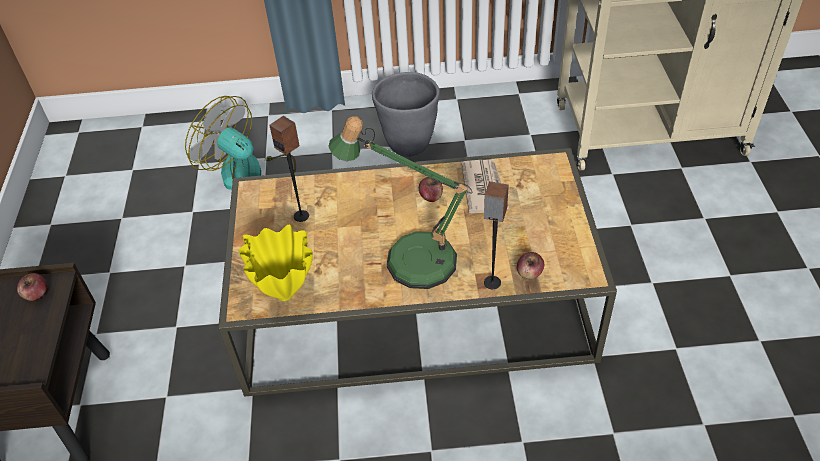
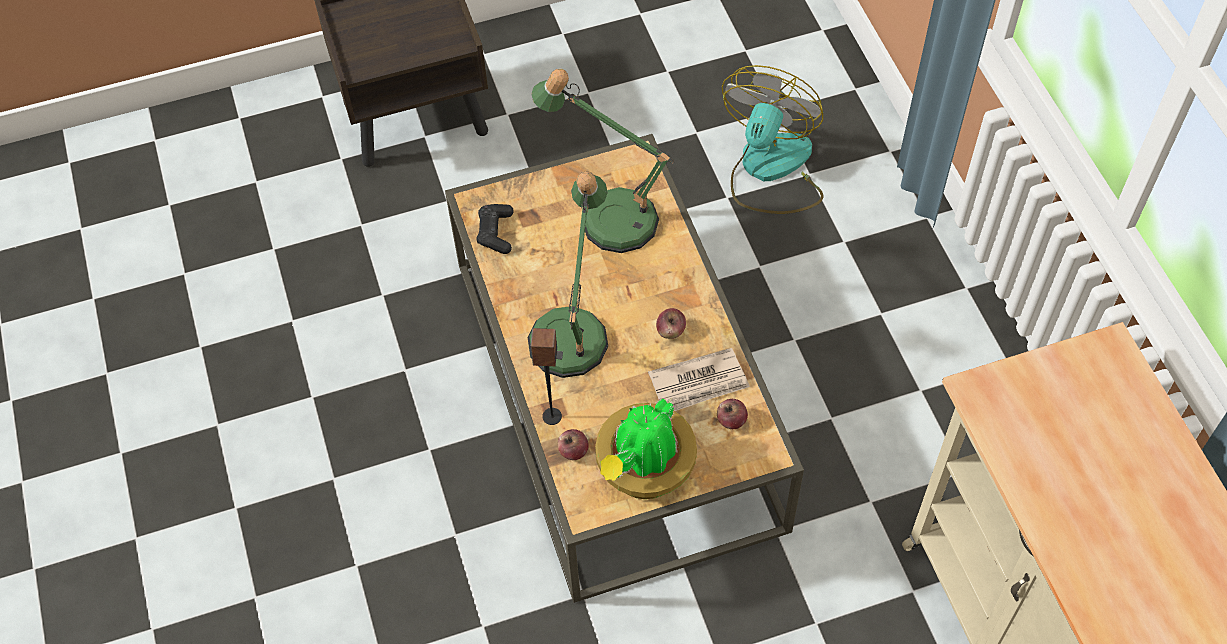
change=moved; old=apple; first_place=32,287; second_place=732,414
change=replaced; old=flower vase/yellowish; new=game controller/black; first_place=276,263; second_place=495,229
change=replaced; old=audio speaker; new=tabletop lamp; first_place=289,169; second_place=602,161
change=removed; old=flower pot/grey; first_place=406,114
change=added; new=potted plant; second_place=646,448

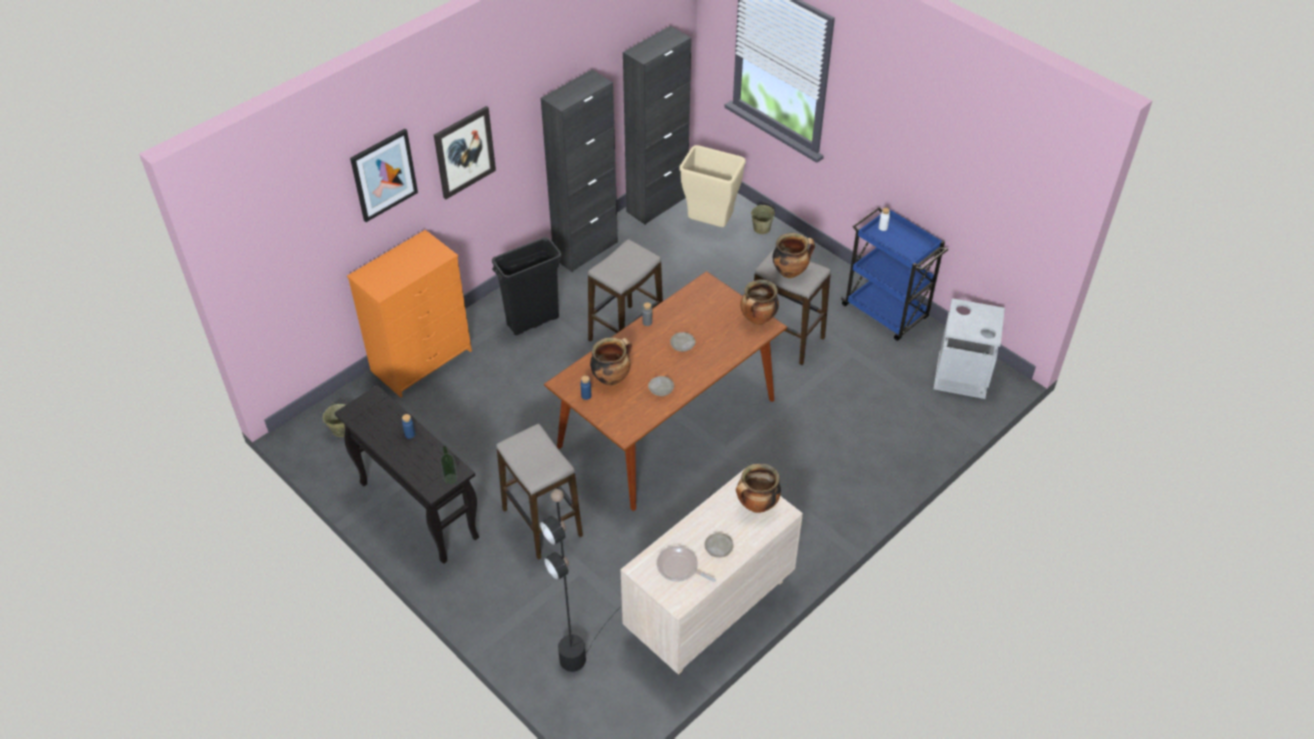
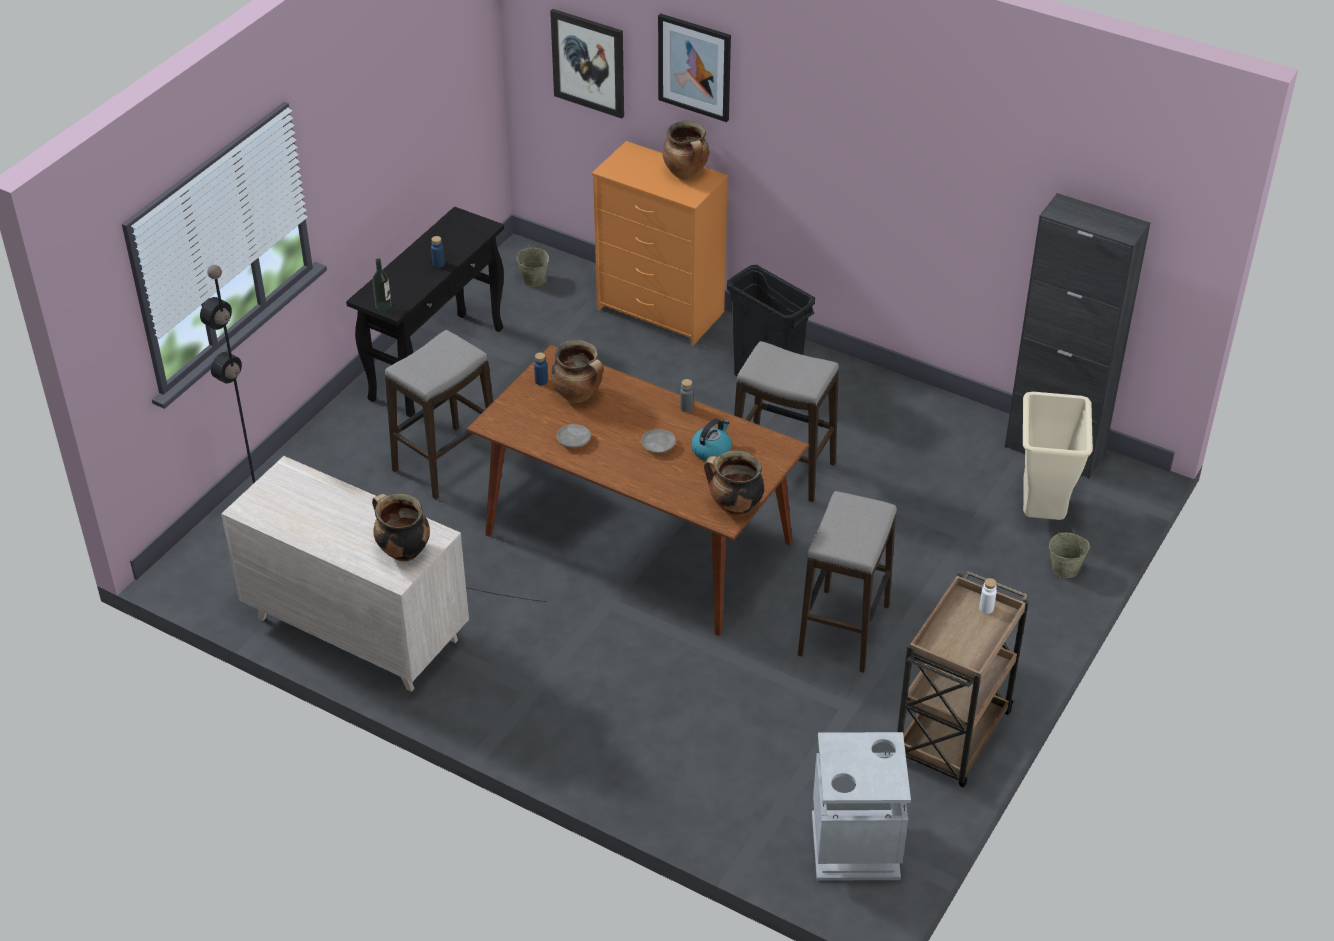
change=moved; old=picture; first_place=465,152; second_place=587,64
change=removed; old=cupboard/black; first_place=579,171
change=removed; old=skillet; first_place=686,564
change=removed; old=plate/sand-coloured; first_place=719,545
change=moved; old=cooking pot; first_place=794,255; second_place=685,150
change=recoloured; old=cart/bluish; new=cart/brown; first_place=894,274; second_place=963,679
change=added; new=tea kettle; second_place=711,440

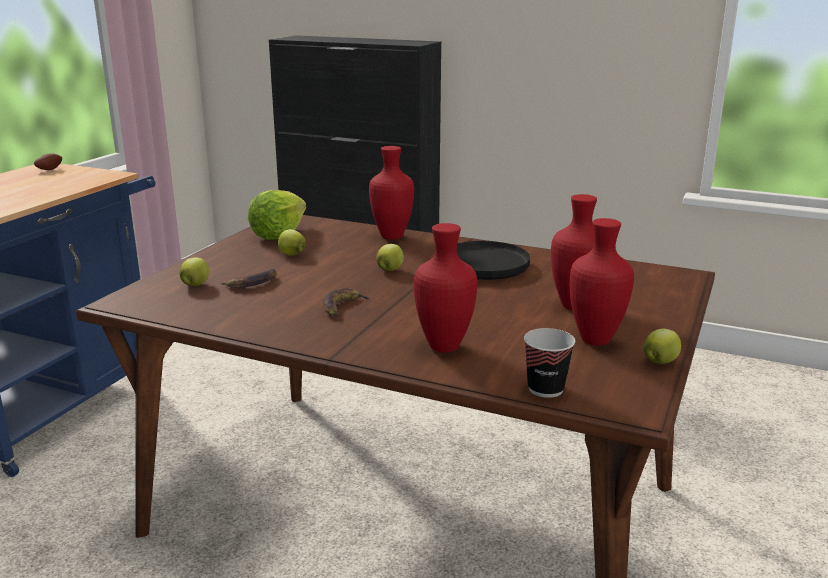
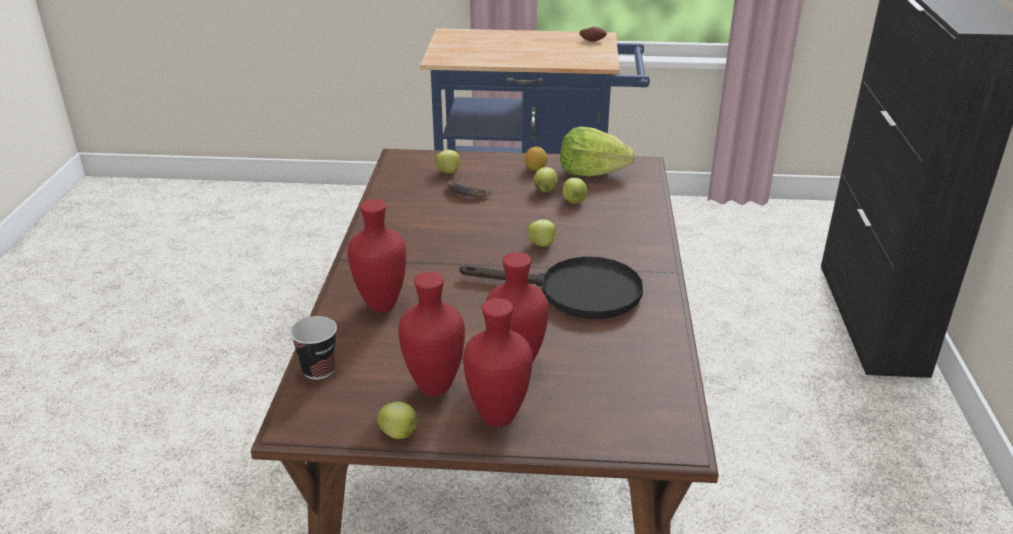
change=removed; old=whole banana; first_place=347,302
change=moved; old=flower vase/red; first_place=391,193; second_place=497,362
change=added; new=whole lemon; second_place=536,159
change=added; new=apple; second_place=575,191

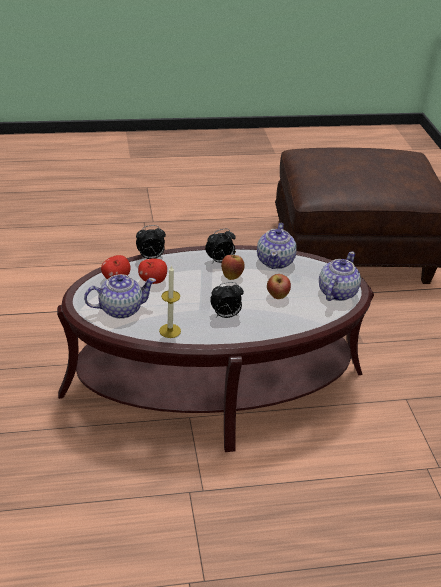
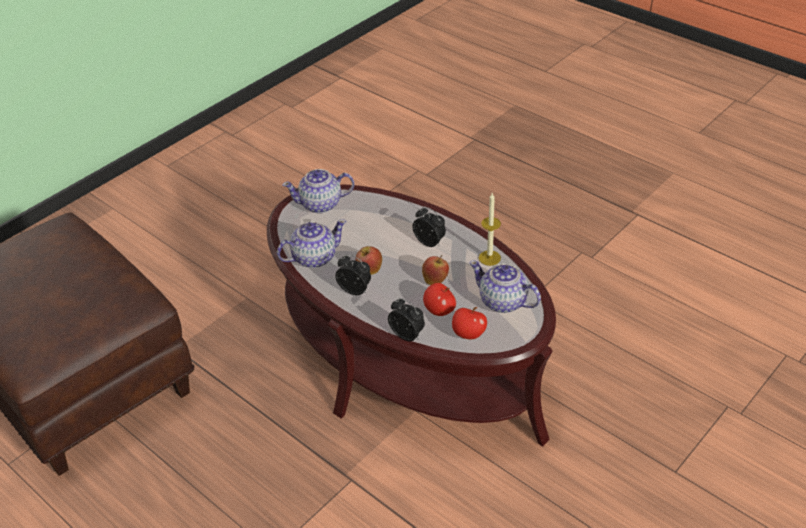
change=moved; old=apple; first_place=279,286; second_place=435,270

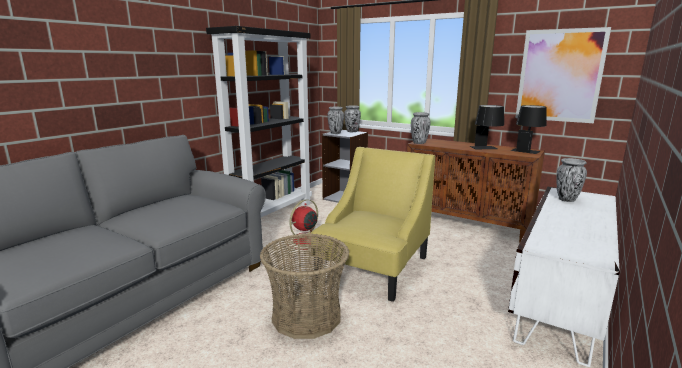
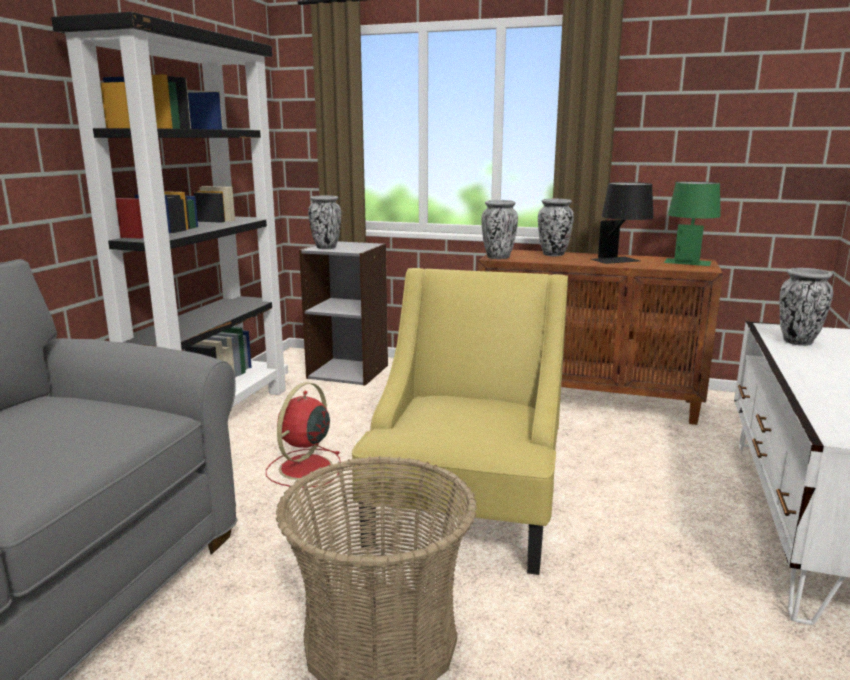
change=moved; old=flower vase; first_place=352,118; second_place=556,227
change=recoloured; old=tabletop lamp/black; new=tabletop lamp/green-coloured; first_place=529,129; second_place=692,223
change=removed; old=picture; first_place=563,75

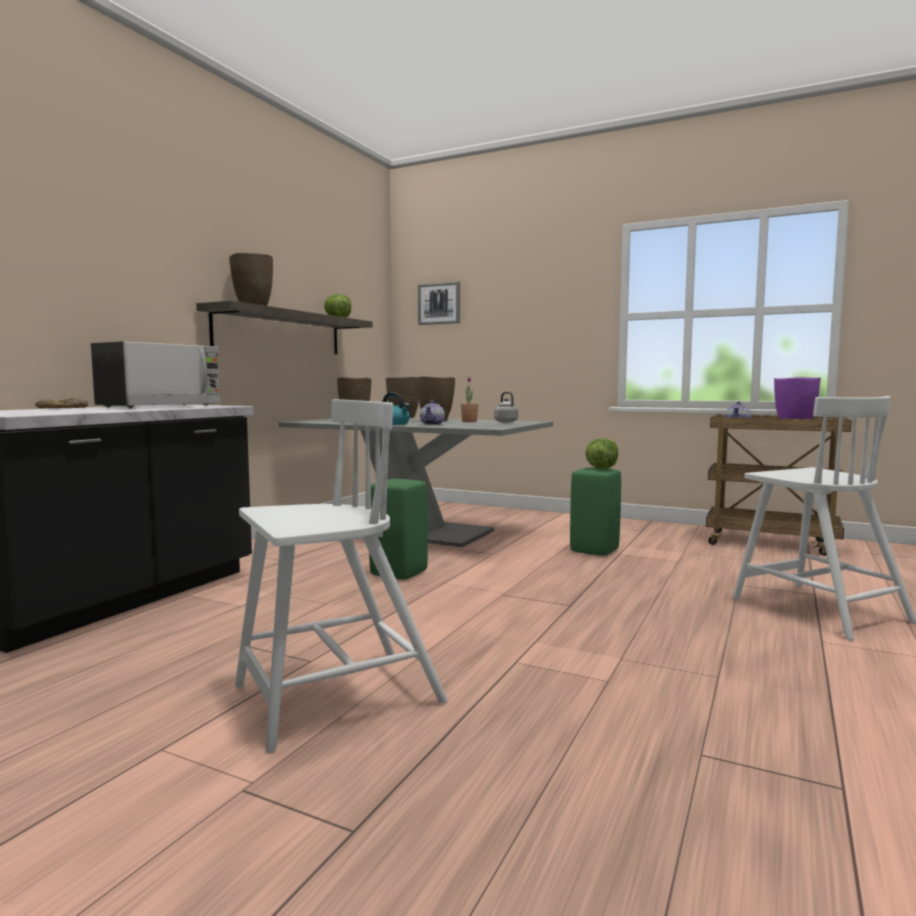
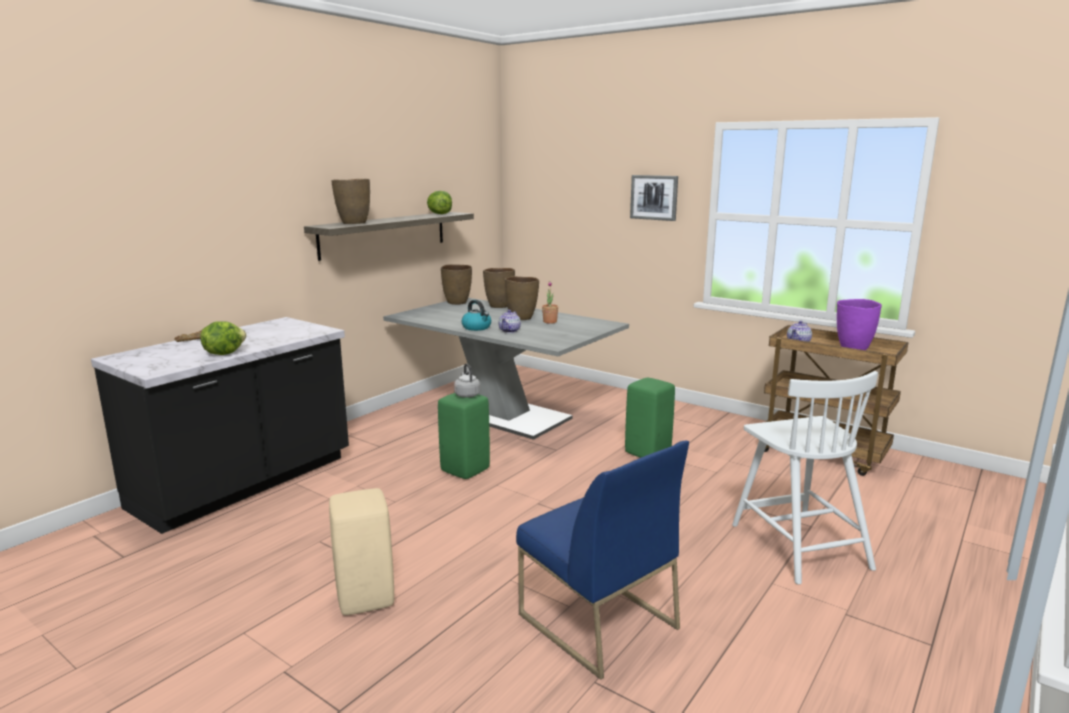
change=removed; old=microwave; first_place=156,374
change=replaced; old=plain chair/whitish; new=stool/sand-coloured; first_place=341,575; second_place=361,551
change=moved; old=picture; first_place=439,303; second_place=654,198
change=moved; old=tea kettle/grey; first_place=506,407; second_place=467,381
change=moved; old=lettuce; first_place=601,453; second_place=223,338
change=added; new=plain chair/bluish; second_place=602,560

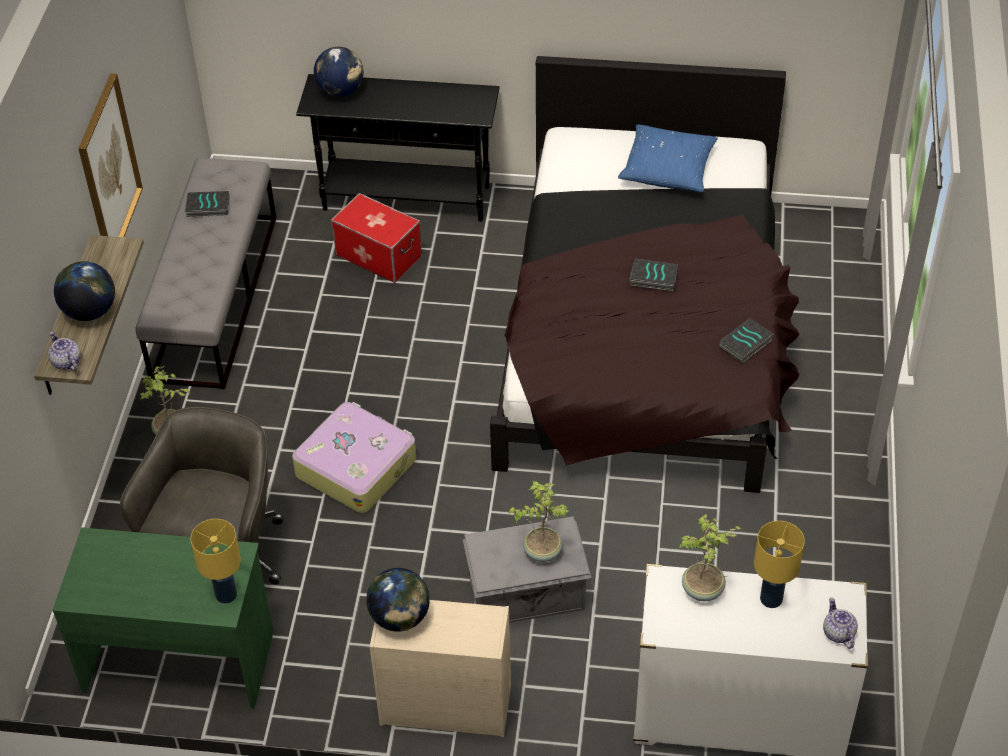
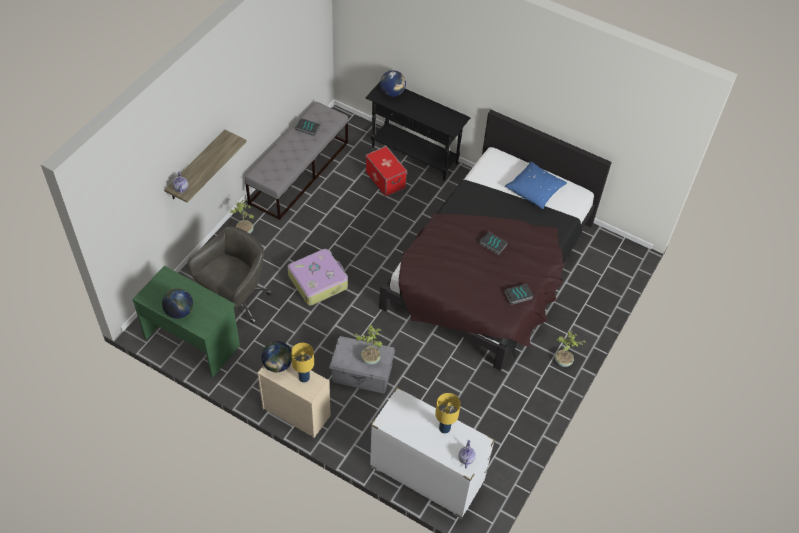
change=moved; old=globe; first_place=84,291; second_place=177,303
change=removed; old=picture; first_place=110,155
change=moved; old=tabletop lamp/yellowish; first_place=215,561; second_place=302,363
change=moved; old=potted plant; first_place=710,557; second_place=570,349

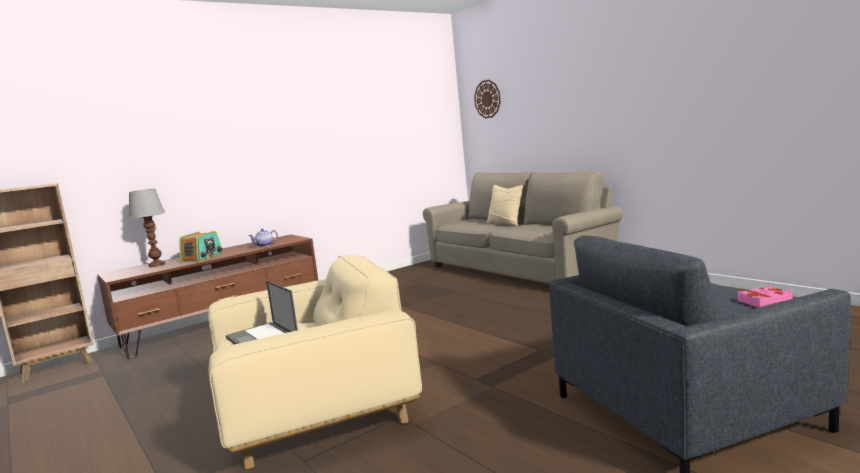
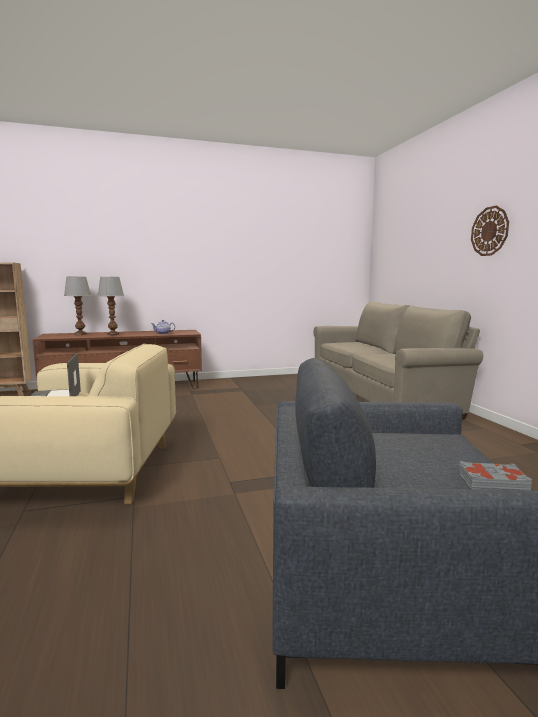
change=replaced; old=radio set; new=tabletop lamp; first_place=201,246; second_place=111,306
change=moved; old=clock on the wall; first_place=487,99; second_place=490,231
change=removed; old=throw pillow/sand-coloured; first_place=505,205
change=recoloured; old=volume/pink-coloured; new=volume/grey; first_place=765,296; second_place=495,475

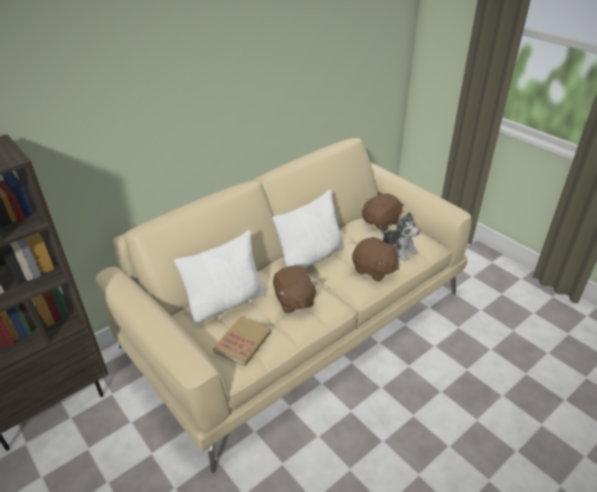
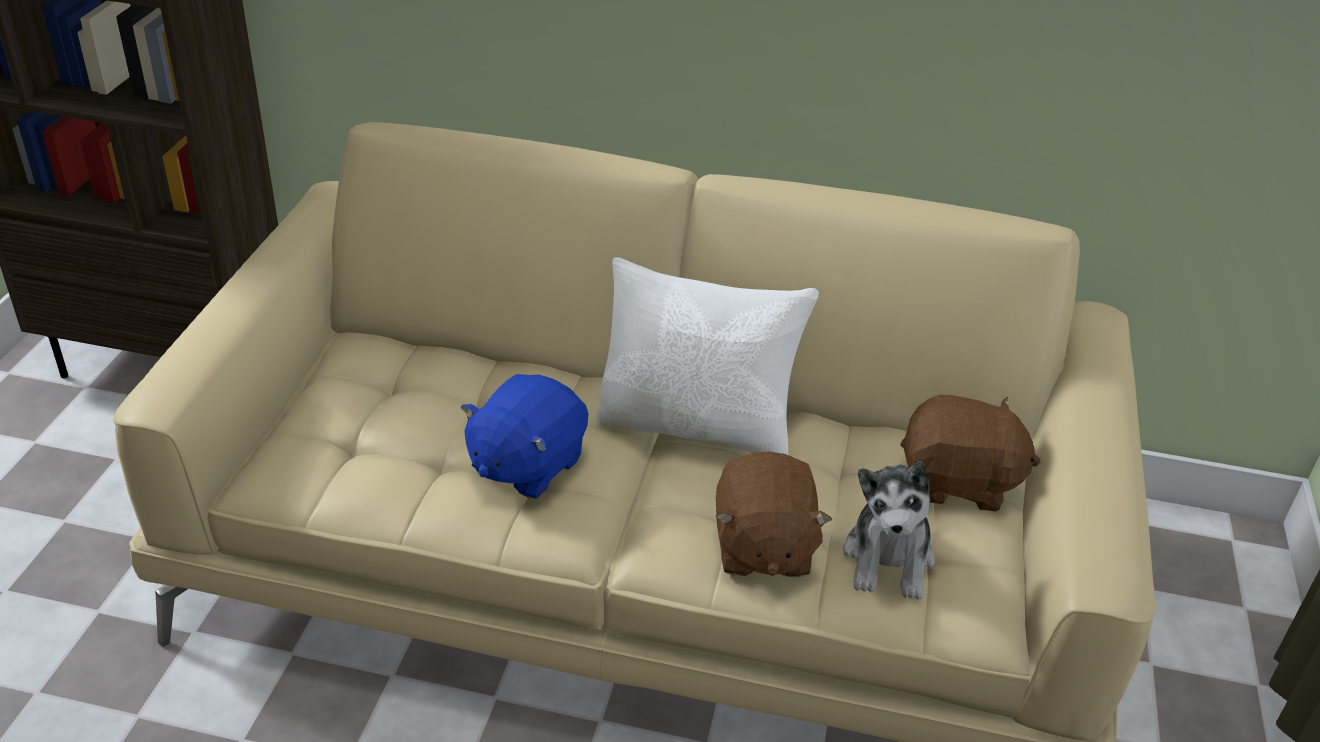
change=removed; old=throw pillow/whitish; first_place=220,277
change=removed; old=volume; first_place=242,341
change=recoloured; old=plush toy/brown; new=plush toy/bluish; first_place=295,289; second_place=524,436

